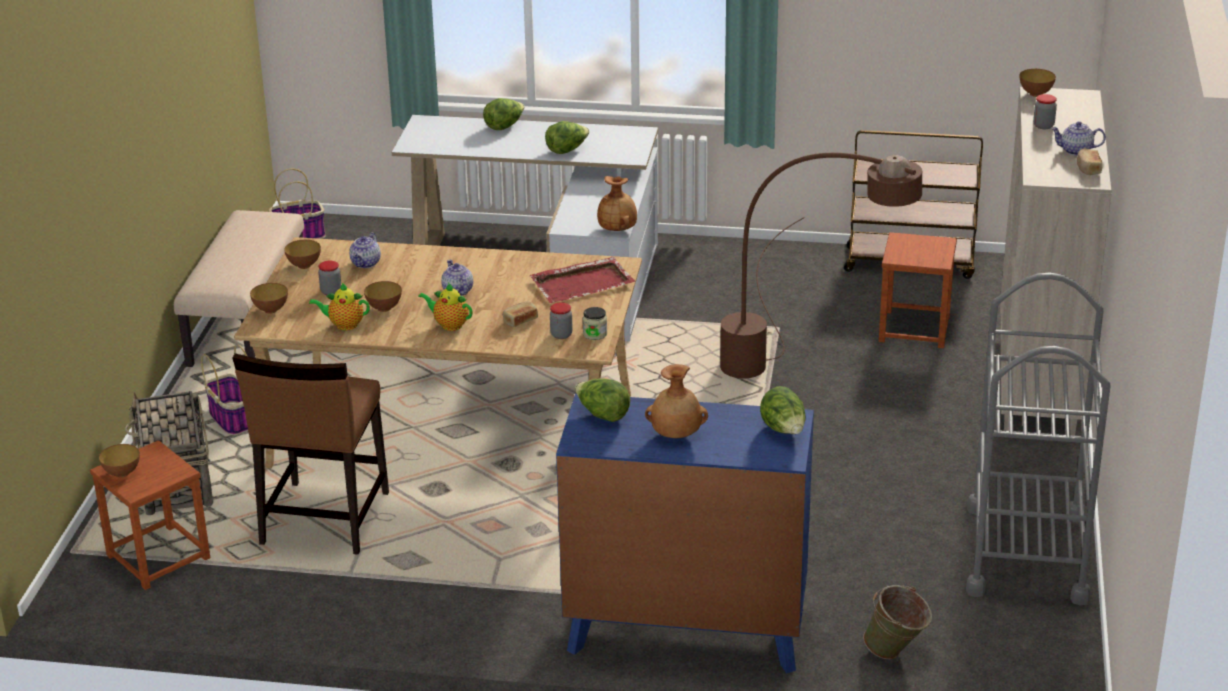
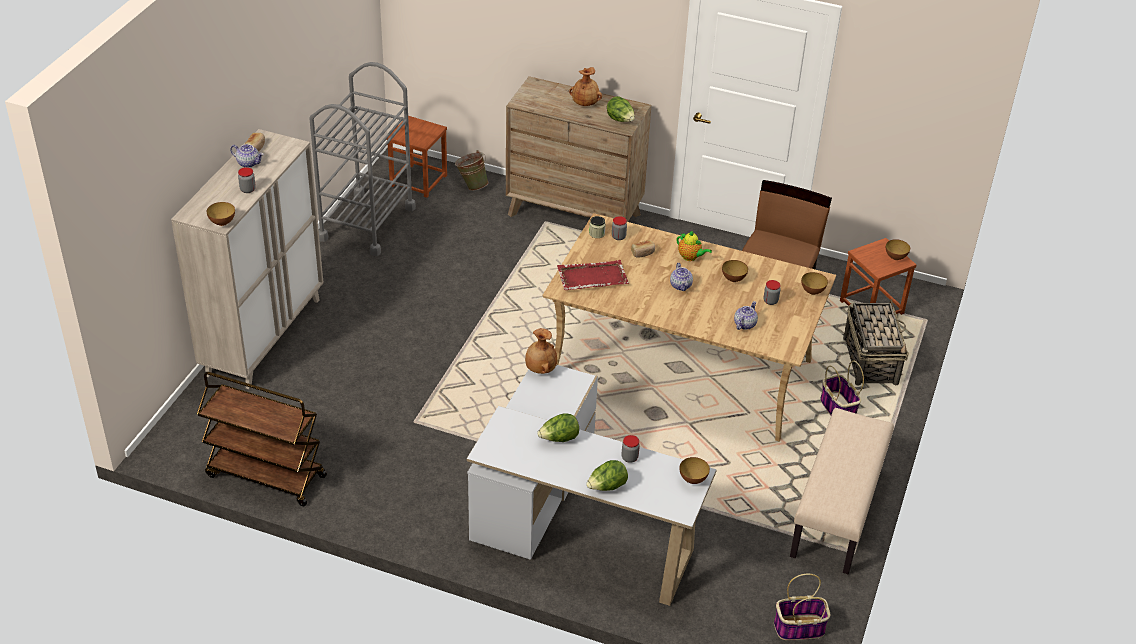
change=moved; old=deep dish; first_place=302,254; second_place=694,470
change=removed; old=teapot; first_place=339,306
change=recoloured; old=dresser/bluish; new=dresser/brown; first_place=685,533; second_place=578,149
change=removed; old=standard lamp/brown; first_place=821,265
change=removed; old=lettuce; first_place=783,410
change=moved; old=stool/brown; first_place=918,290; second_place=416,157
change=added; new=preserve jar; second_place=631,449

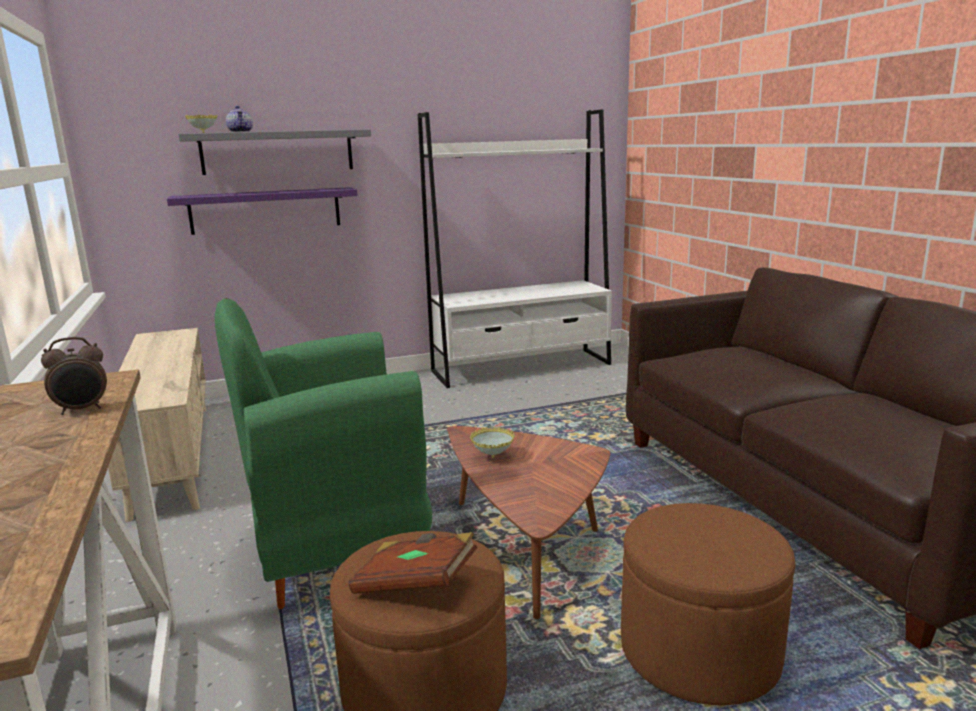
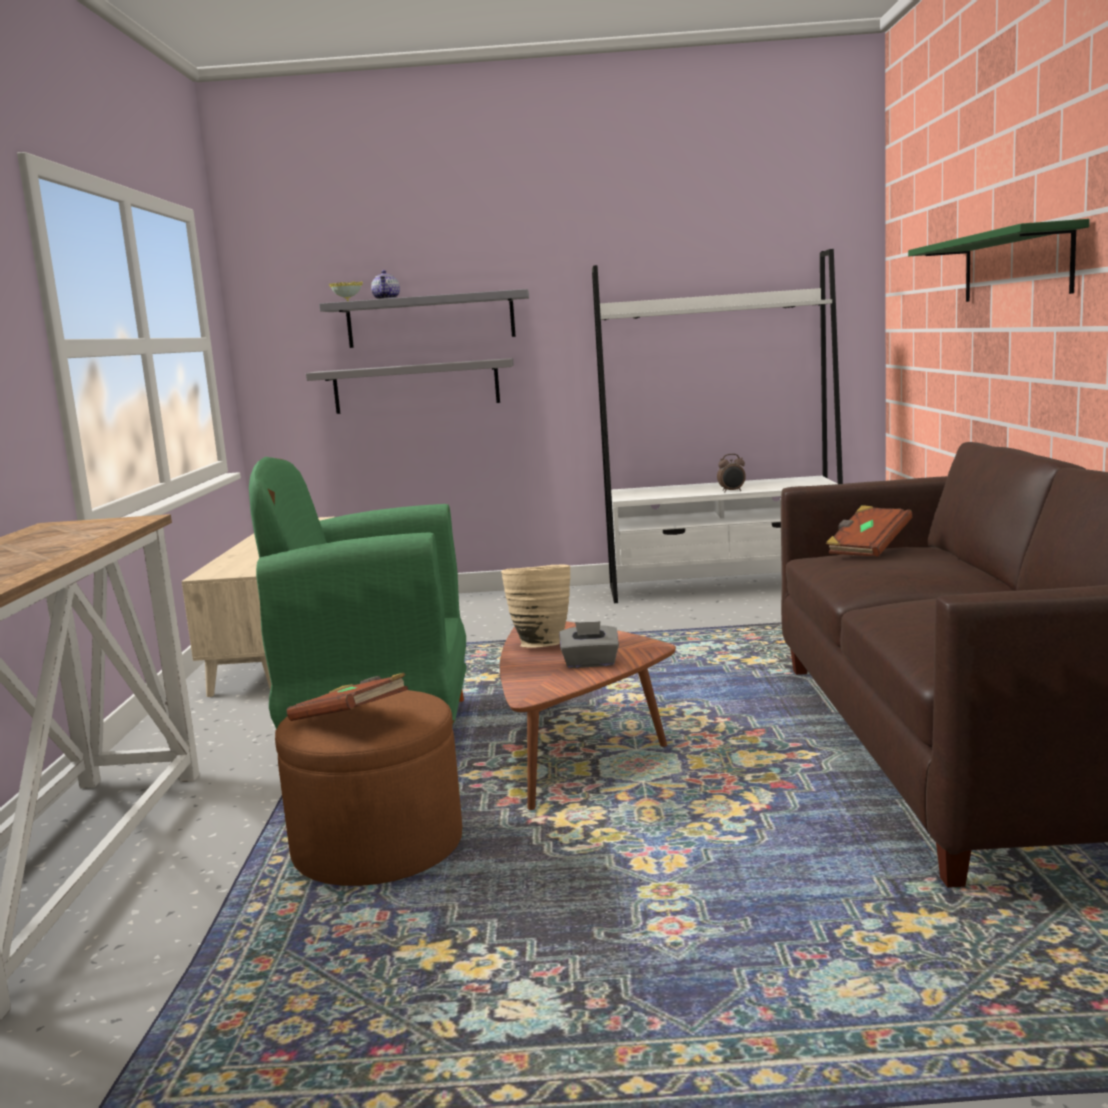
change=moved; old=alarm clock; first_place=74,376; second_place=731,473
change=recoloured; old=shelf/purplish; new=shelf/grey; first_place=262,211; second_place=410,386
change=replaced; old=deep dish; new=flower vase/sand-coloured; first_place=492,442; second_place=535,606
change=removed; old=ottoman/brown; first_place=708,604
change=added; new=box of tissues/grey; second_place=589,644
change=added; new=volume/brown; second_place=869,531
change=added; new=shelf/green-coloured; second_place=999,260

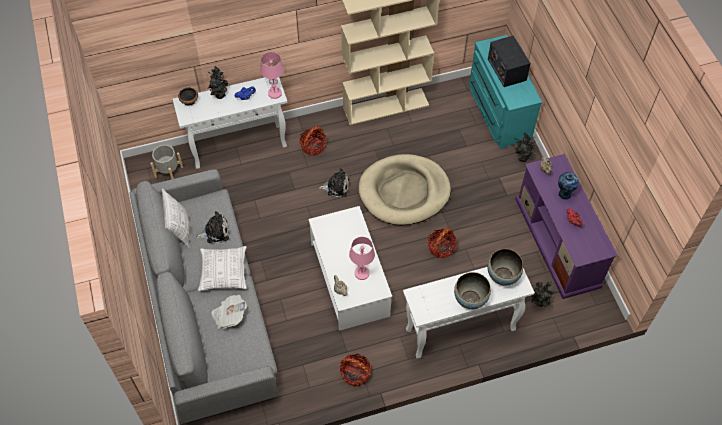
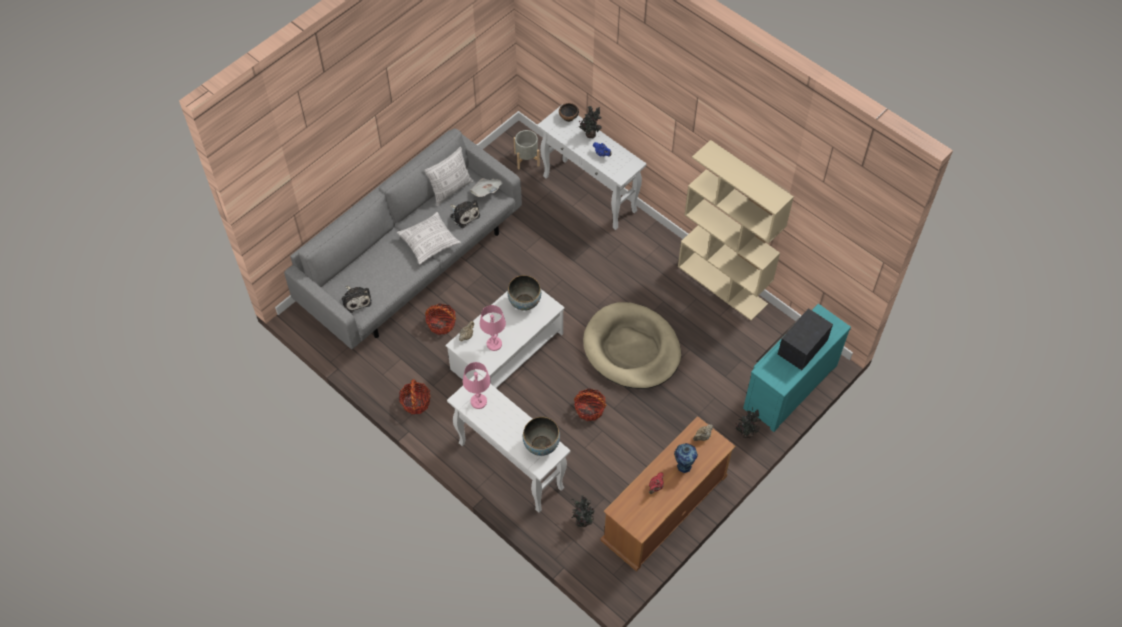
change=moved; old=printed paper; first_place=229,312; second_place=486,187
change=moved; old=tabletop lamp/pink-coloured; first_place=272,75; second_place=477,385
change=moved; old=household basket; first_place=312,141; second_place=440,319
change=moved; old=plush toy; first_place=334,183; second_place=357,299
change=moved; old=deep dish; first_place=472,290; second_place=524,293
change=recoloured; old=media console/purplish; new=media console/brown; first_place=566,226; second_place=668,494

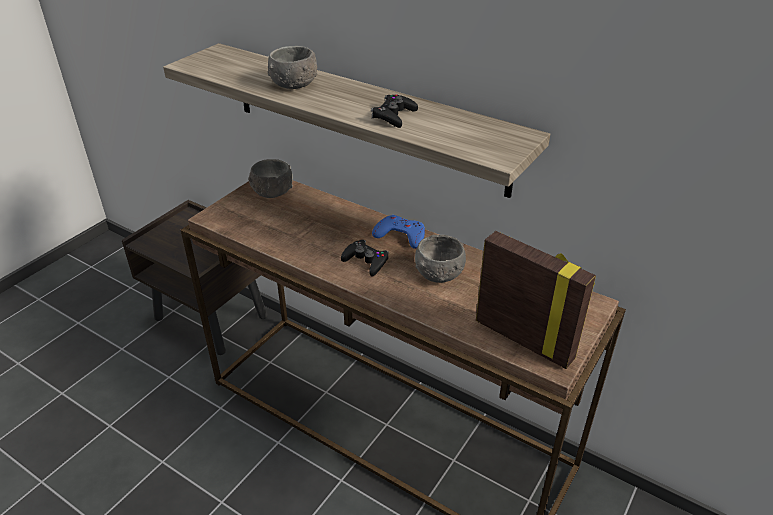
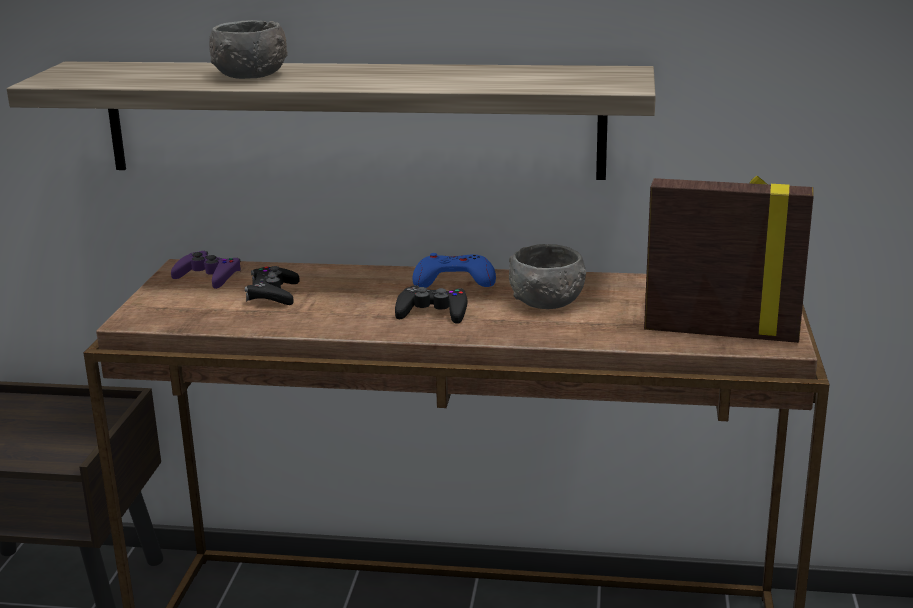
change=replaced; old=deep dish/grey; new=game controller/purplish; first_place=270,178; second_place=206,270
change=moved; old=game controller/black; first_place=394,111; second_place=272,285

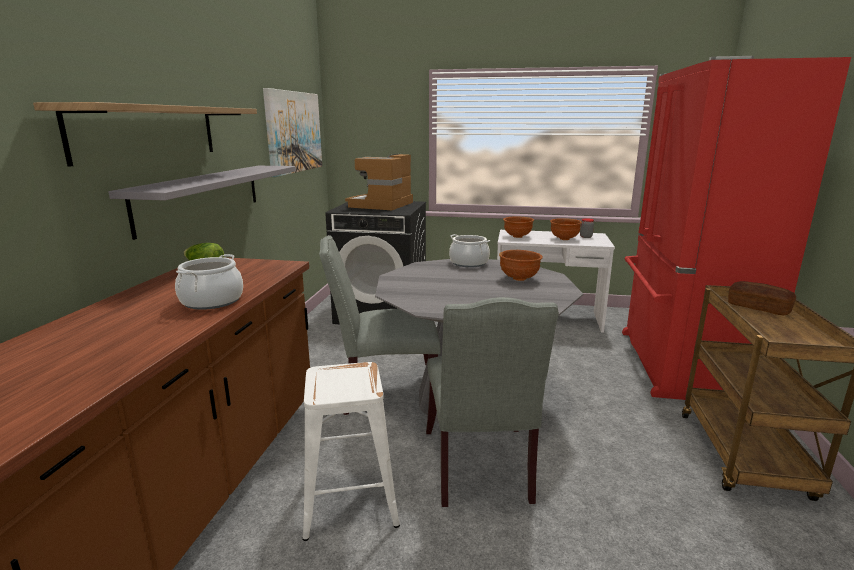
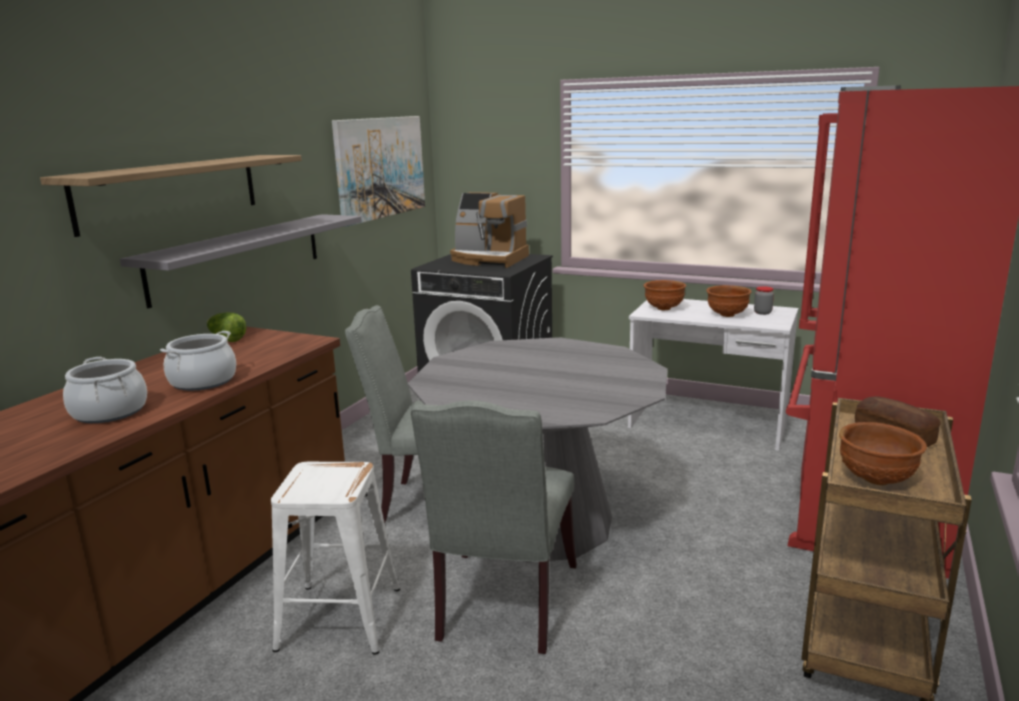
change=turned; old=coffee machine; first_place=379,182; second_place=489,230; degrees=-105
change=moved; old=cooking pot; first_place=469,250; second_place=105,390
change=moved; old=deep dish/brown; first_place=521,265; second_place=883,453

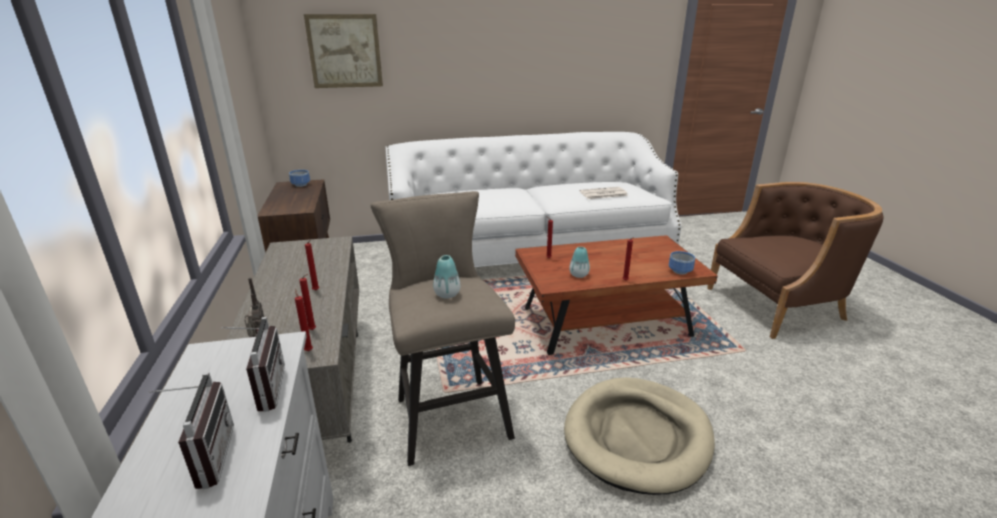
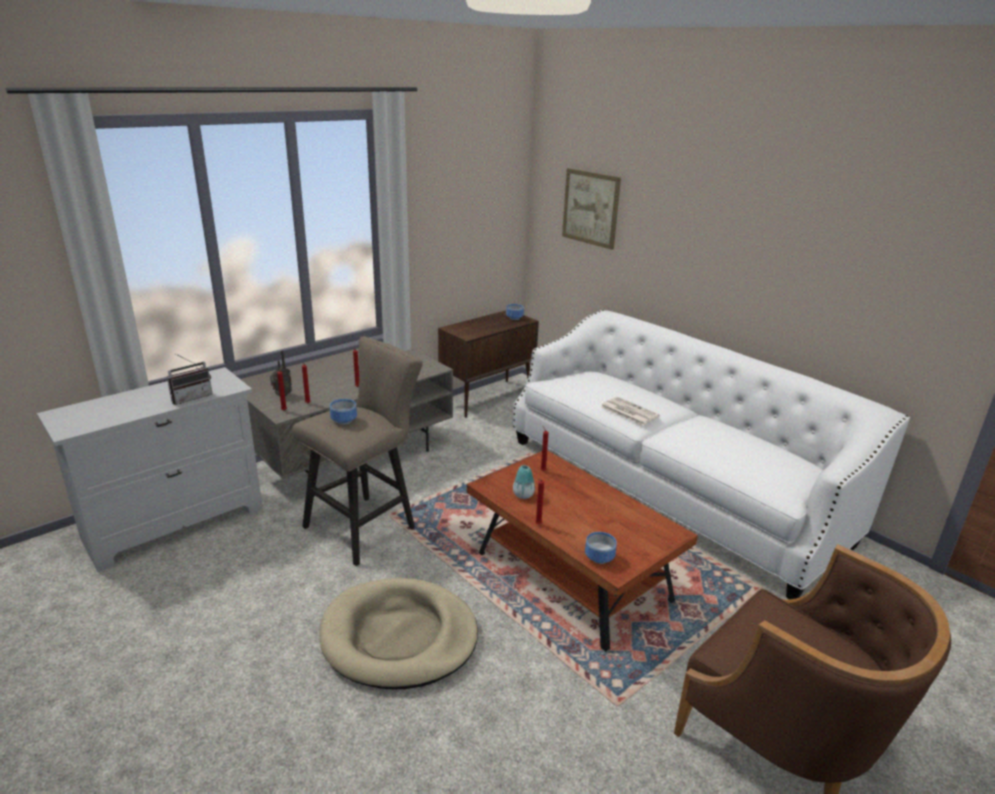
change=removed; old=radio set; first_place=191,430
change=replaced; old=flower vase; new=deep dish; first_place=446,276; second_place=343,412
change=moved; old=printed paper; first_place=604,193; second_place=630,411

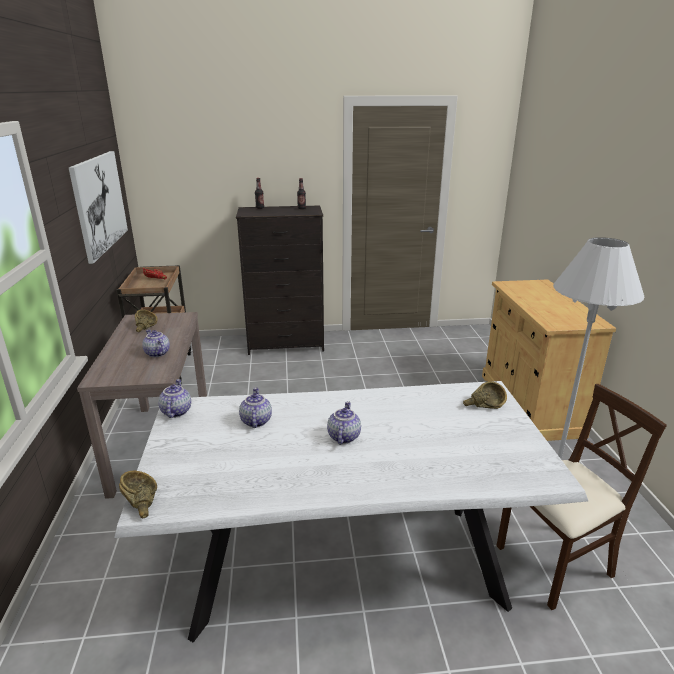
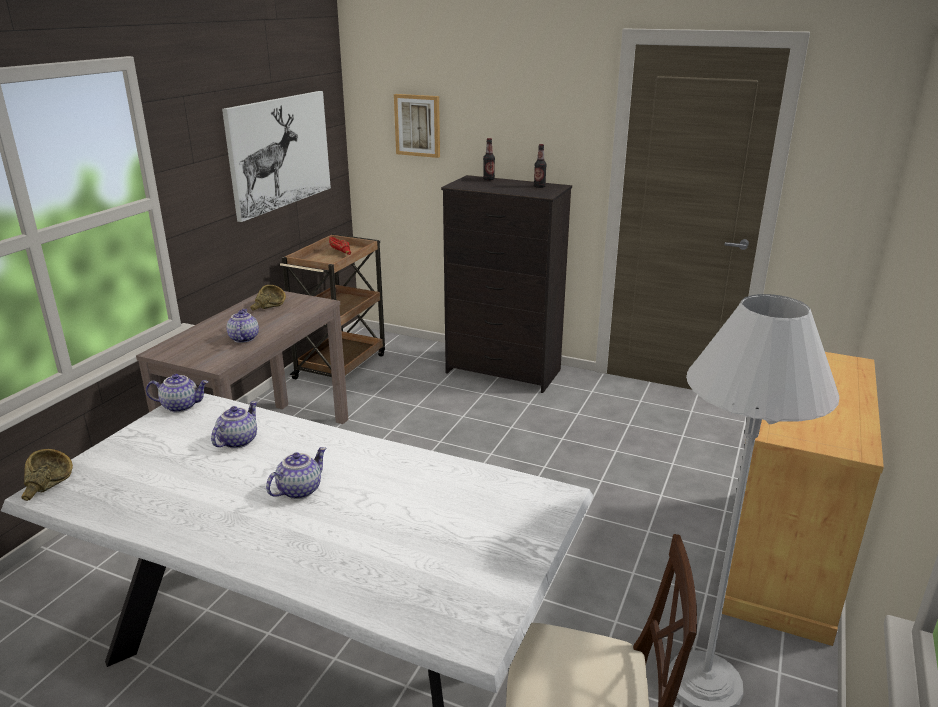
change=turned; old=teapot; first_place=174,398; second_place=177,393; degrees=60
change=removed; old=deep dish/brown; first_place=485,395
change=added; new=picture; second_place=417,126

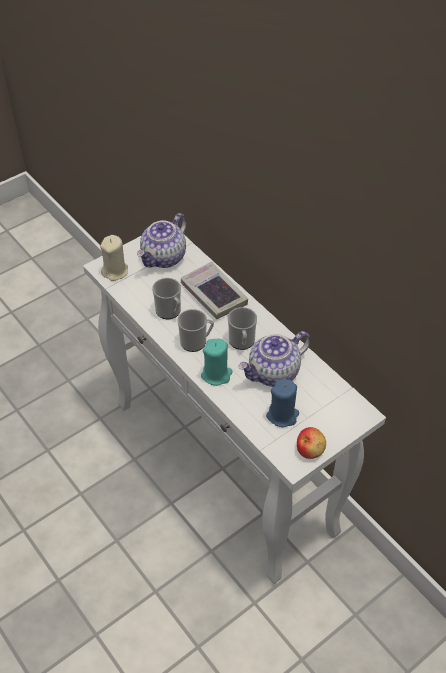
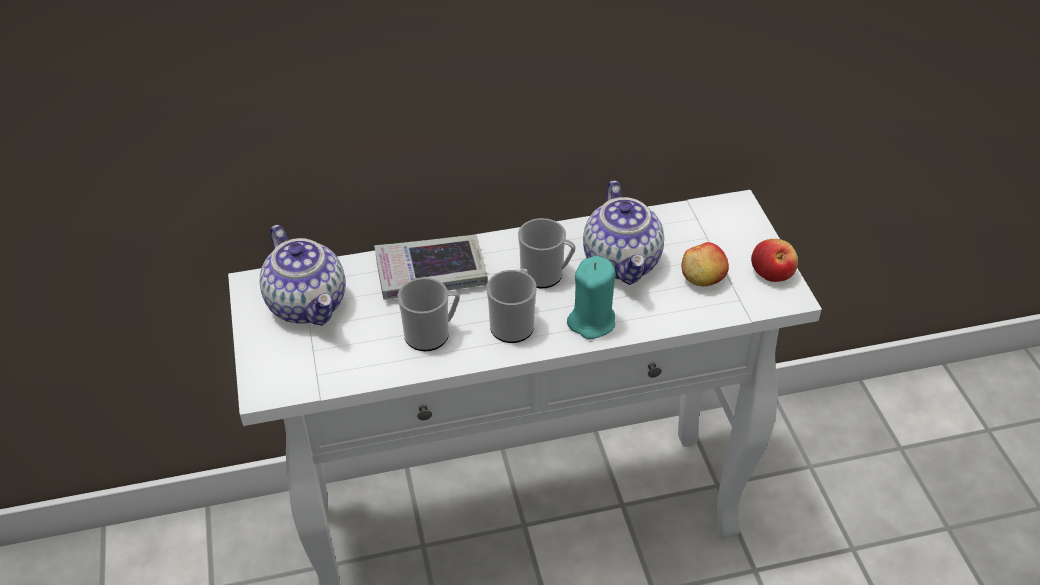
change=removed; old=candle/sand-coloured; first_place=114,258
change=replaced; old=candle/bluish; new=apple; first_place=282,403; second_place=705,264

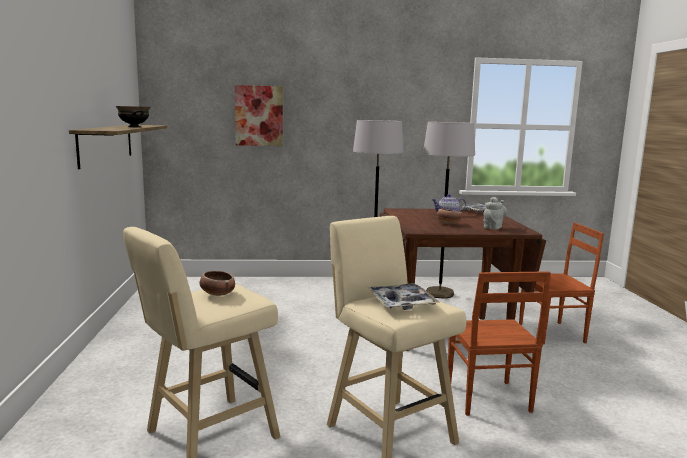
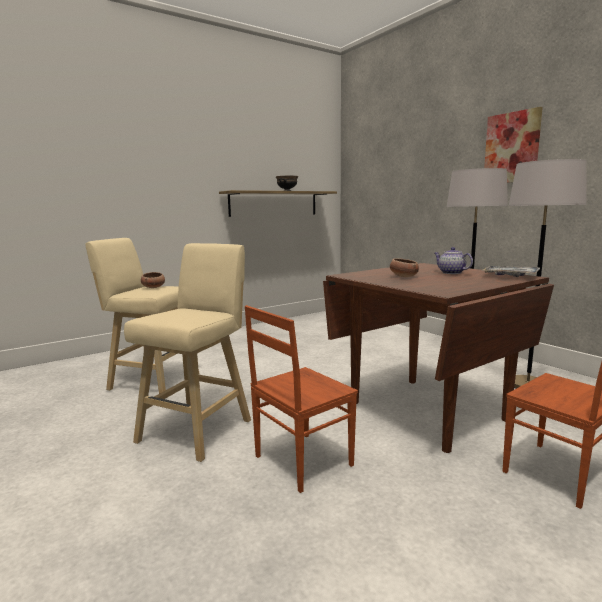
change=moved; old=picture; first_place=259,115; second_place=513,145
change=removed; old=serving tray; first_place=404,296
change=removed; old=teapot/grey; first_place=495,213

